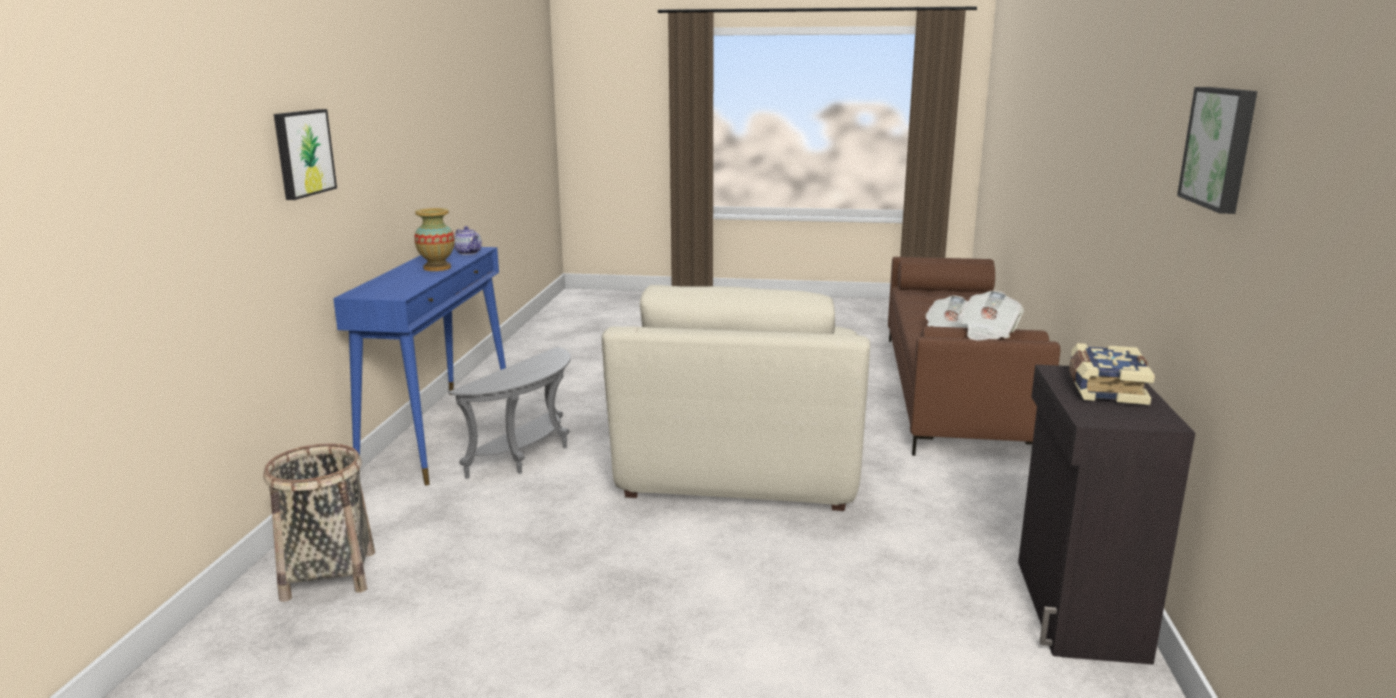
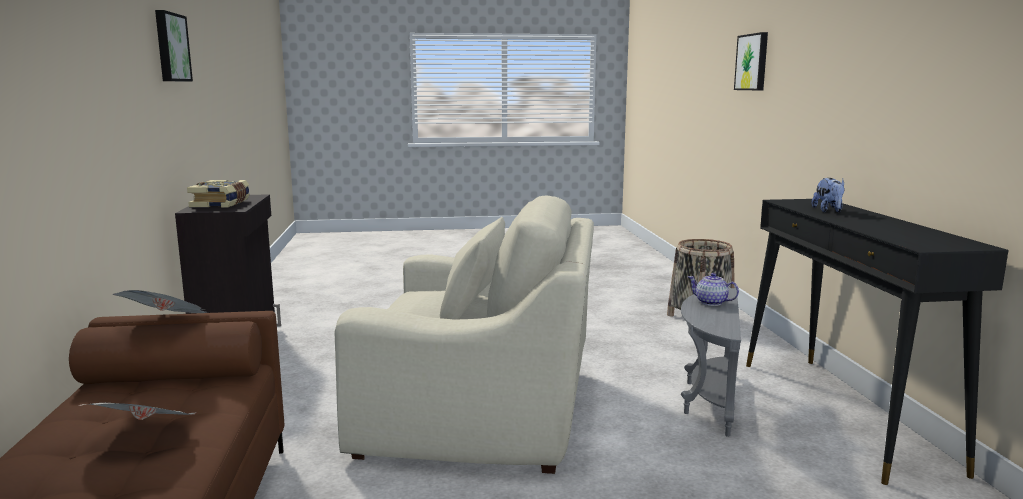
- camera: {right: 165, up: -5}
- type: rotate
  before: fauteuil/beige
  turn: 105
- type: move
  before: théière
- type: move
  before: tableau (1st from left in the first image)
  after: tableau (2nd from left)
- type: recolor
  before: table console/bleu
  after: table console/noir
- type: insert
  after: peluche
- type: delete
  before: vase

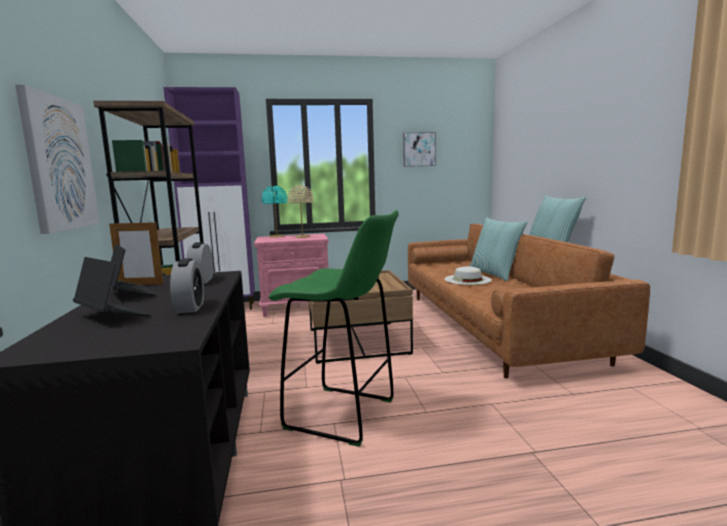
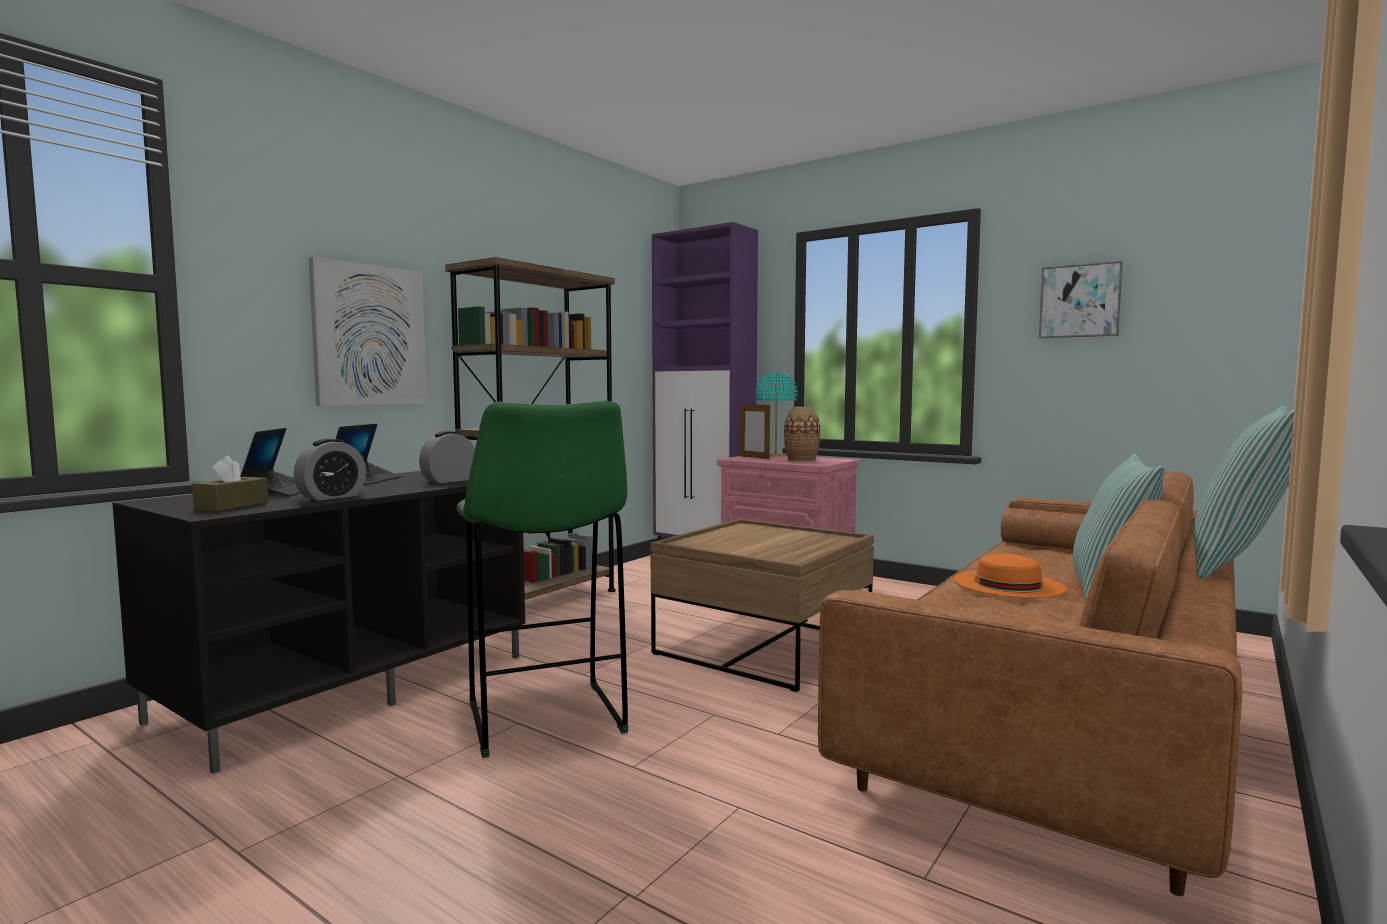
- camera: {right: 45, up: -5}
- type: insert
  after: boîte à mouchoirs/marron
- type: move
  before: cadre photo
- type: replace
  before: lampe de table/beige
  after: vase
- type: recolor
  before: chapeau/blanc
  after: chapeau/orange

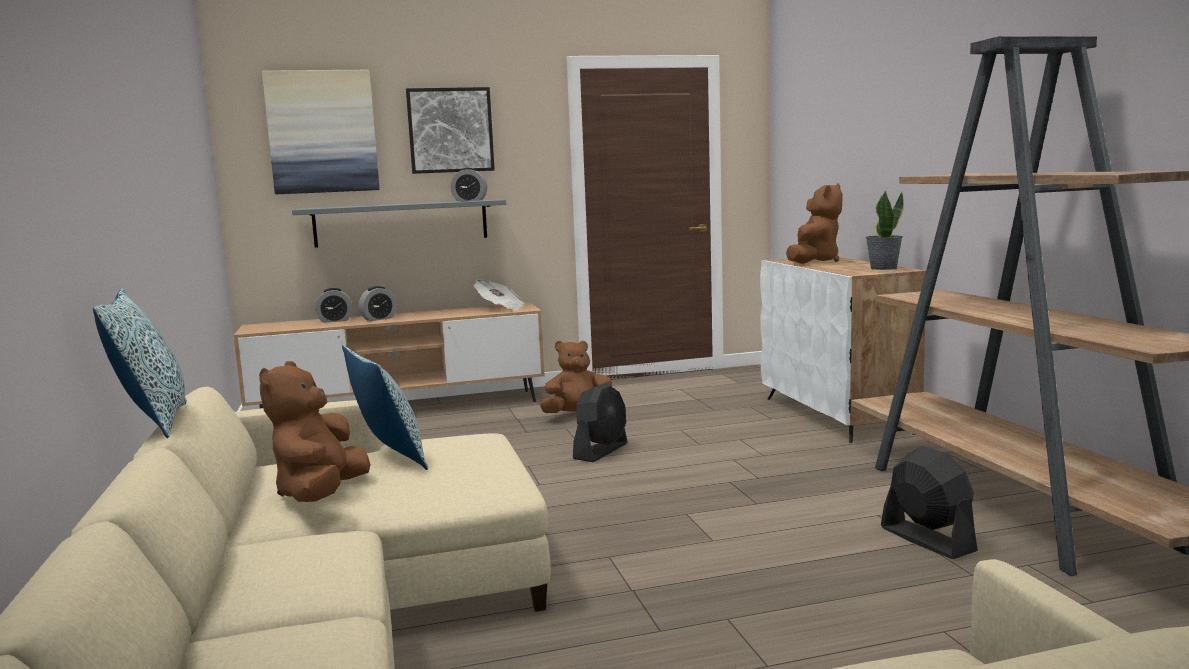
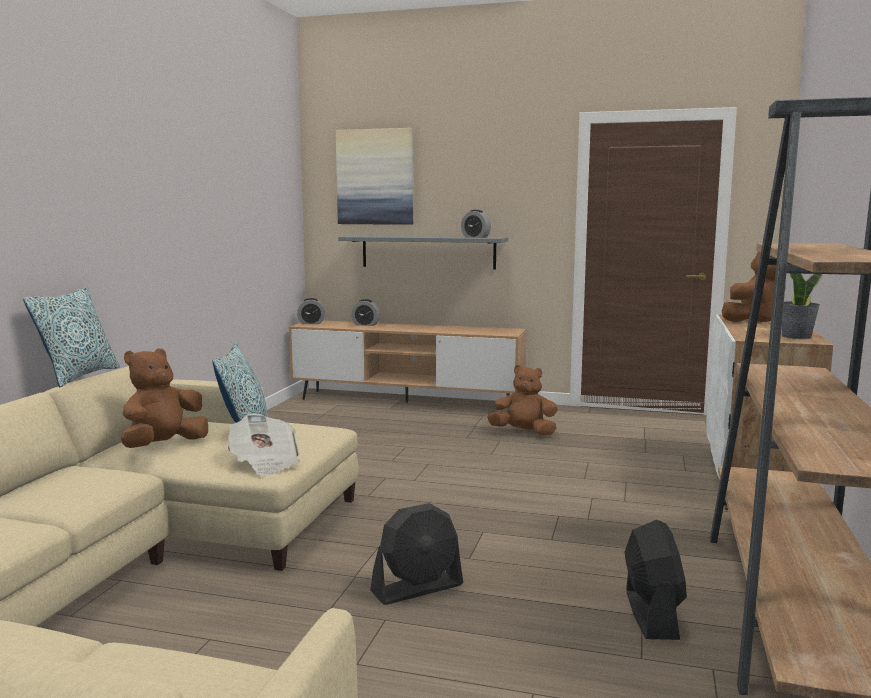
- camera: {right: 30, up: 0}
- type: move
  before: journal
- type: move
  before: réveil (2nd from left in the first image)
  after: réveil (1st from left)
- type: move
  before: ventilateur/noir (1st from left)
- type: delete
  before: tableau (2nd from left)

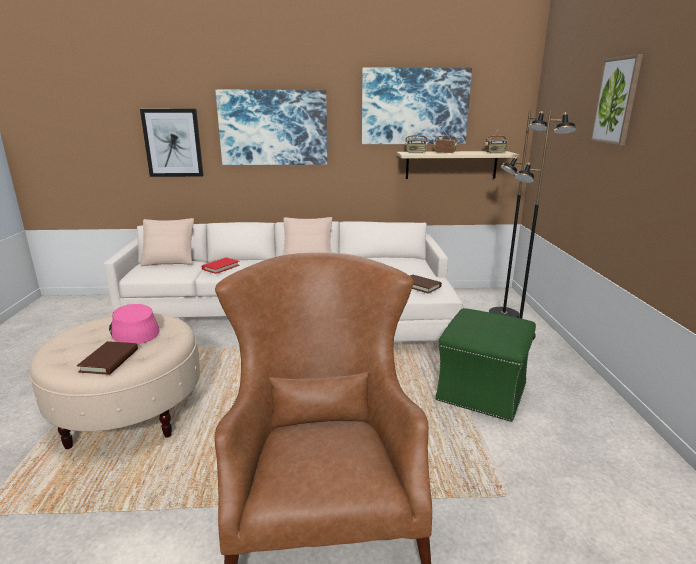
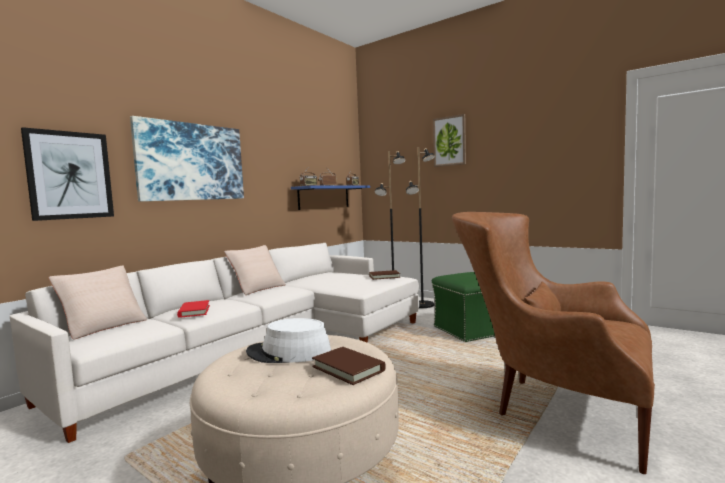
- camera: {right: -50, up: -15}
- type: recolor
  before: chapeau/rose
  after: chapeau/blanc
- type: recolor
  before: étagère/beige
  after: étagère/bleu
- type: delete
  before: tableau (3rd from left)

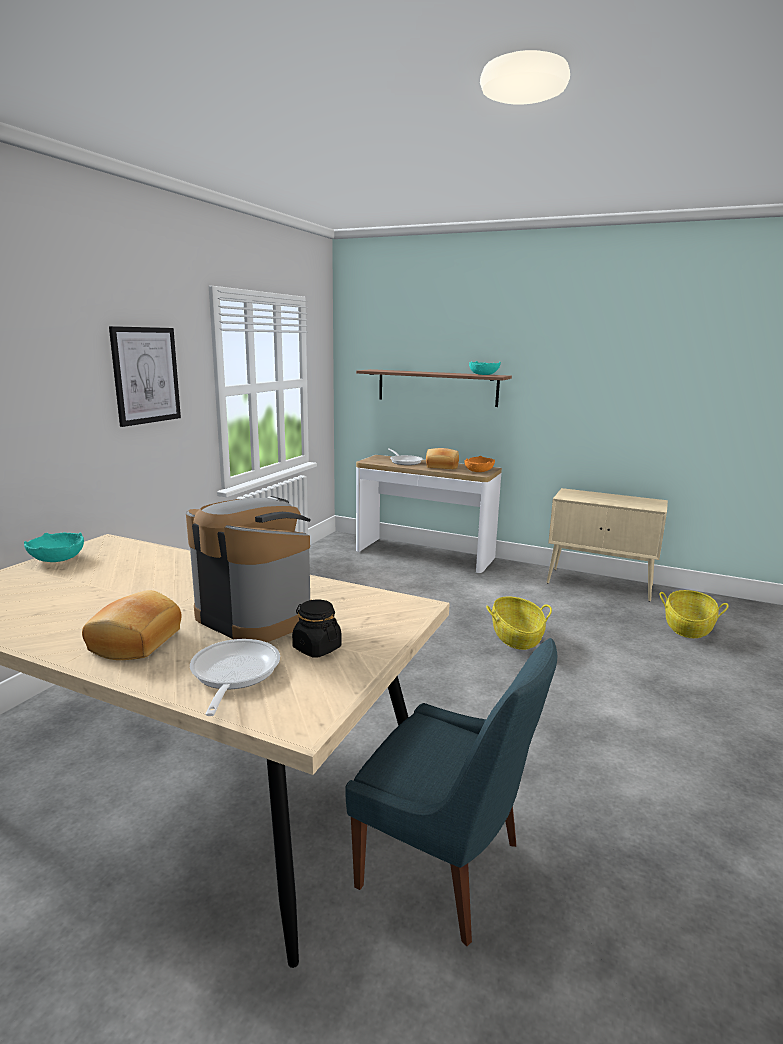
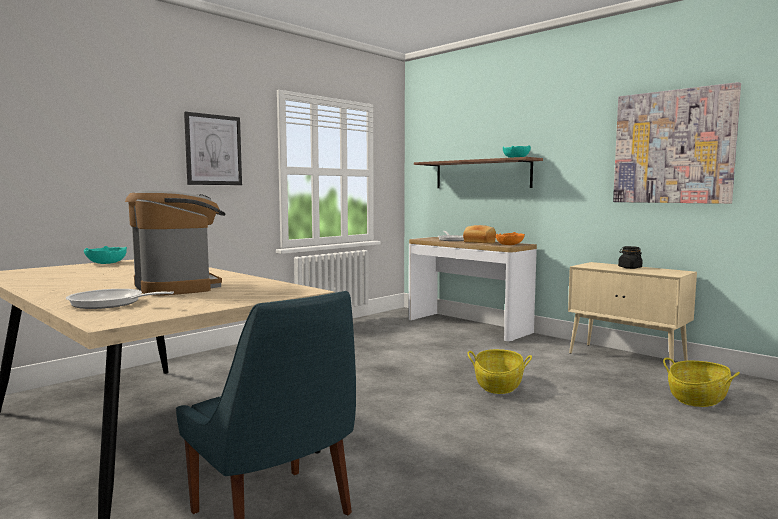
- camera: {right: 20, up: -10}
- type: rotate
  before: poêle (1st from left)
  turn: -90
- type: insert
  after: tableau (2nd from left)
- type: move
  before: bocal/noir
- type: delete
  before: pain (1st from left)

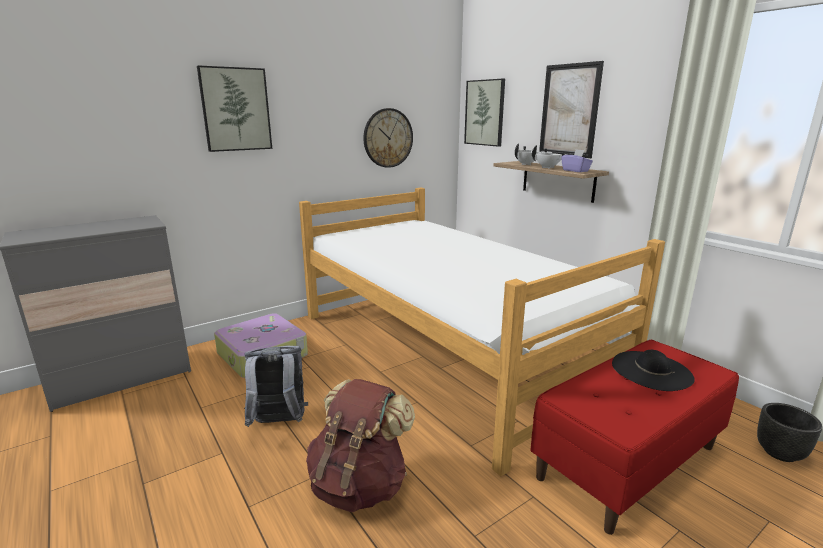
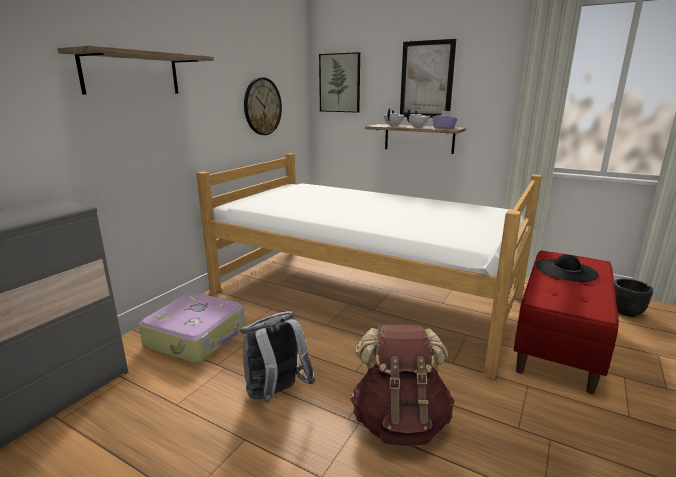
- camera: {right: -25, up: 0}
- type: replace
  before: tableau (1st from left)
  after: étagère (1st from left)

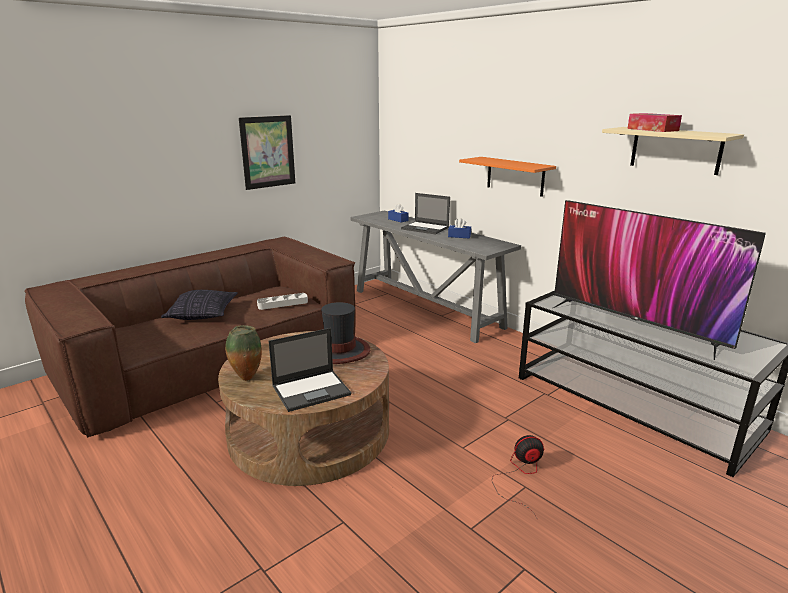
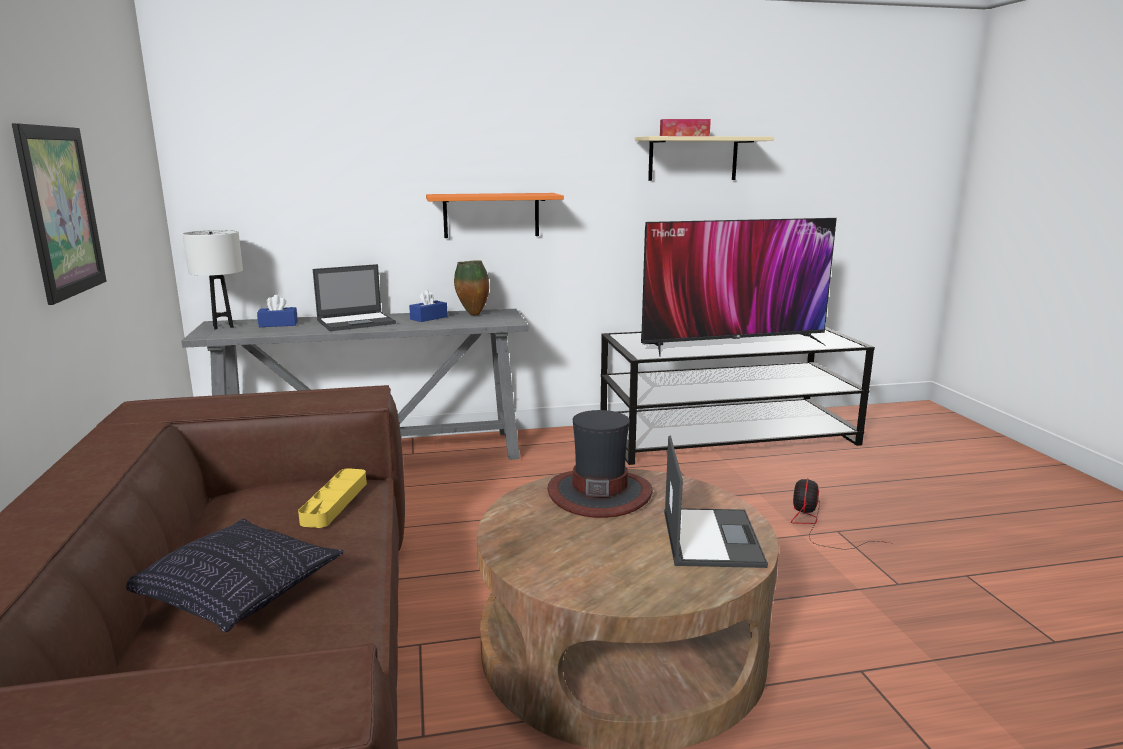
- camera: {right: -60, up: -5}
- type: insert
  after: lampe de table/blanc
- type: recolor
  before: plateau/gris
  after: plateau/jaune
- type: move
  before: vase

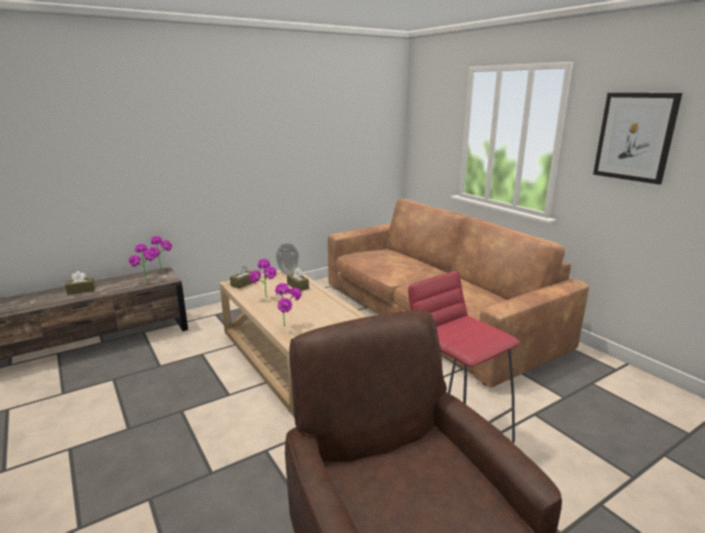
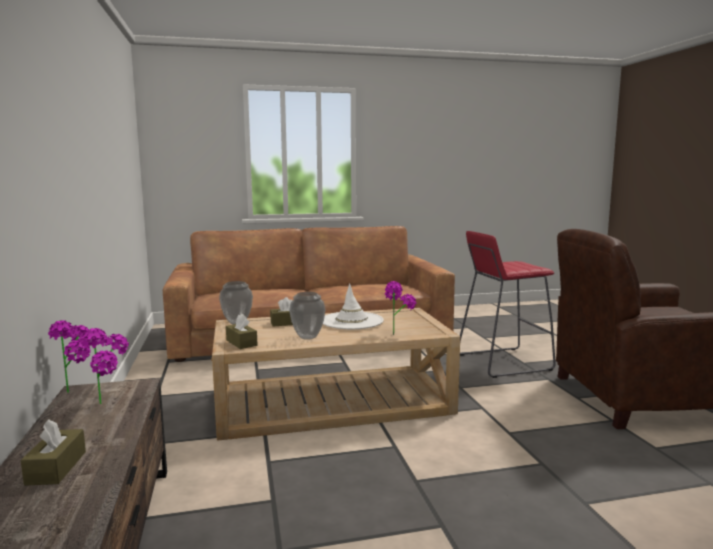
- camera: {right: -70, up: -10}
- type: replace
  before: plante en pot (3rd from left)
  after: vase (2nd from left)
- type: insert
  after: chapeau/blanc
- type: delete
  before: tableau

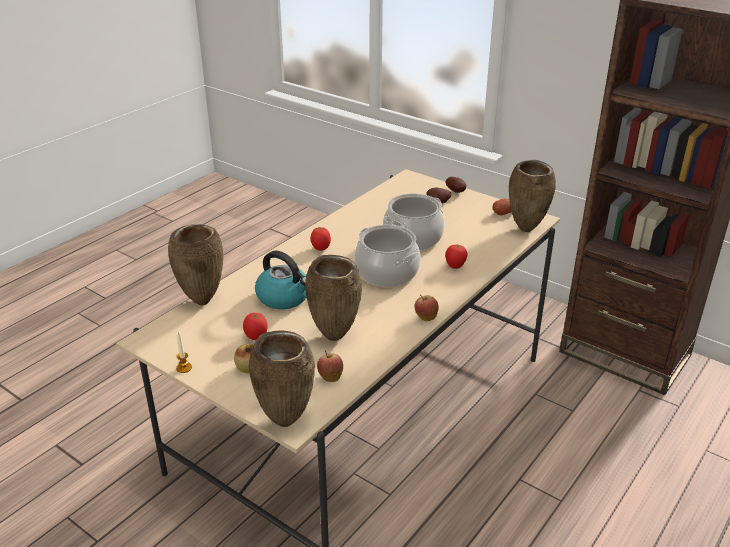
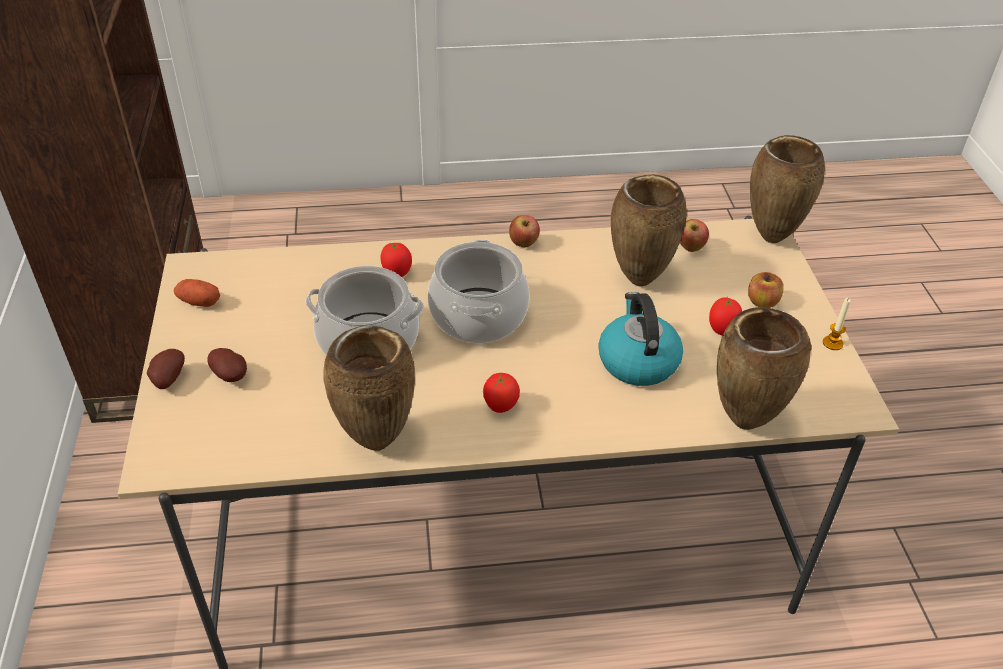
- camera: {right: -135, up: 10}
- type: move
  before: vase/marron (4th from left in the first image)
  after: vase/marron (1st from left)

